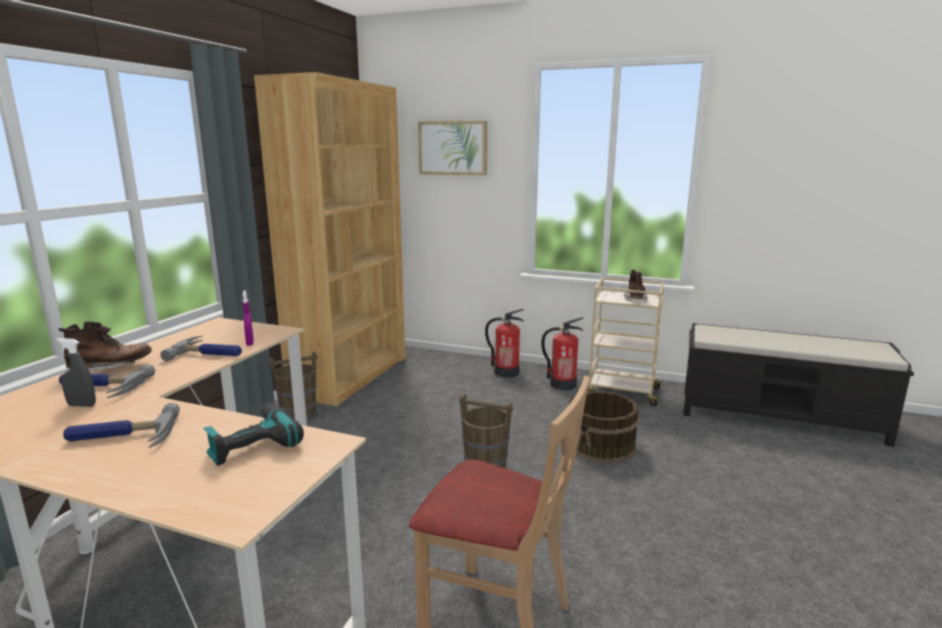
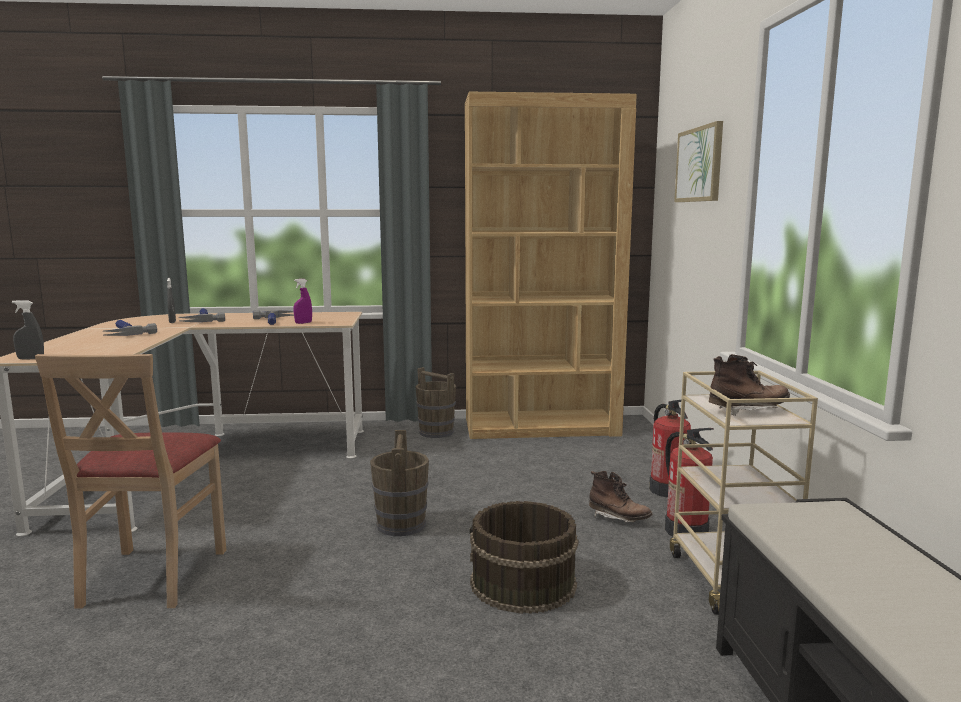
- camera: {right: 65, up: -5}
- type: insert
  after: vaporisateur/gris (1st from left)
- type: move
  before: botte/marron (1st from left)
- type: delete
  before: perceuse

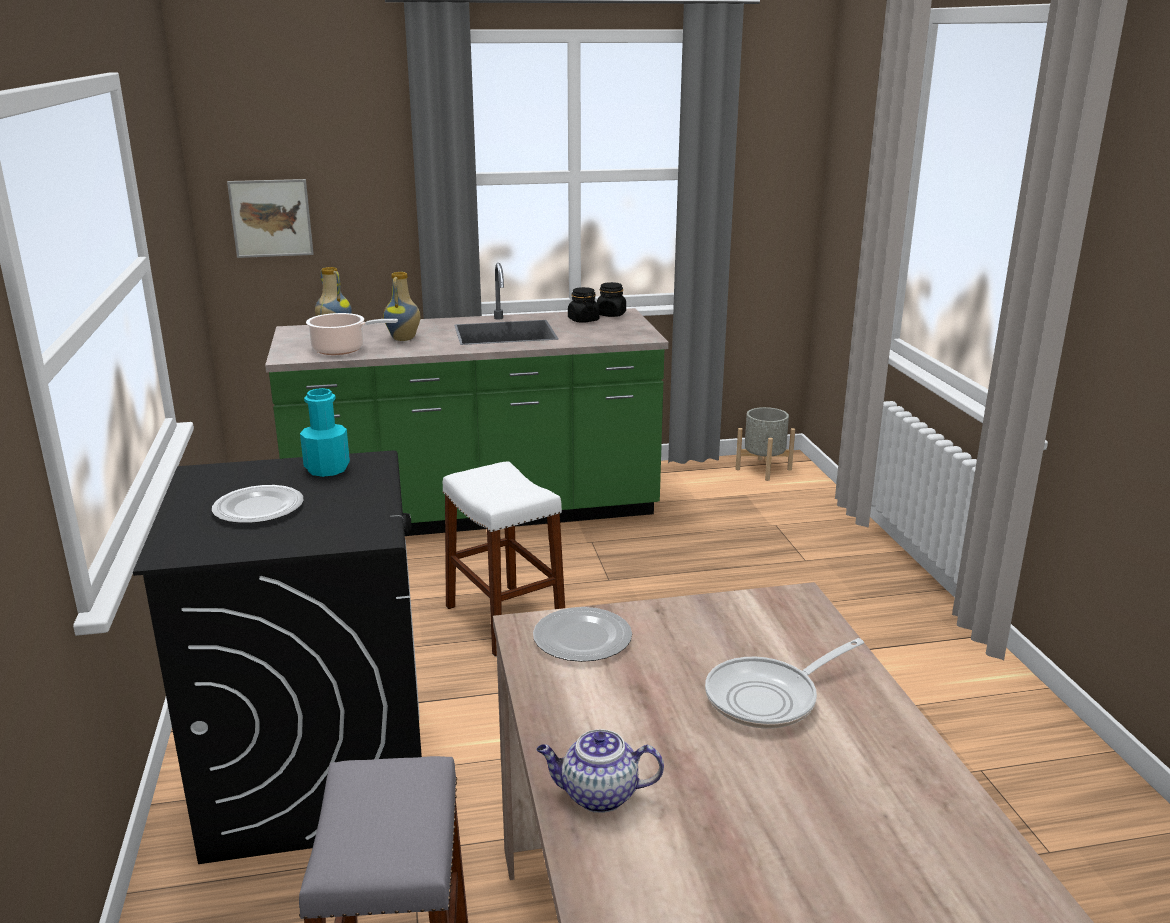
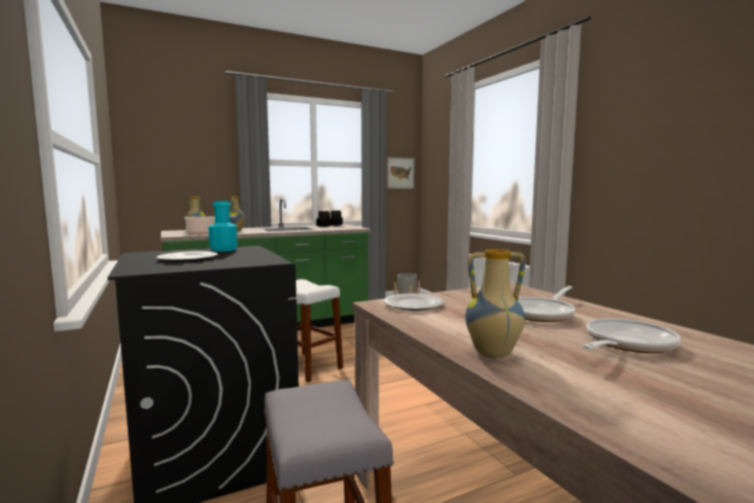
- camera: {right: -15, up: -15}
- type: move
  before: tableau
- type: replace
  before: théière
  after: vase (3rd from left)
- type: insert
  after: poêle (2nd from left)

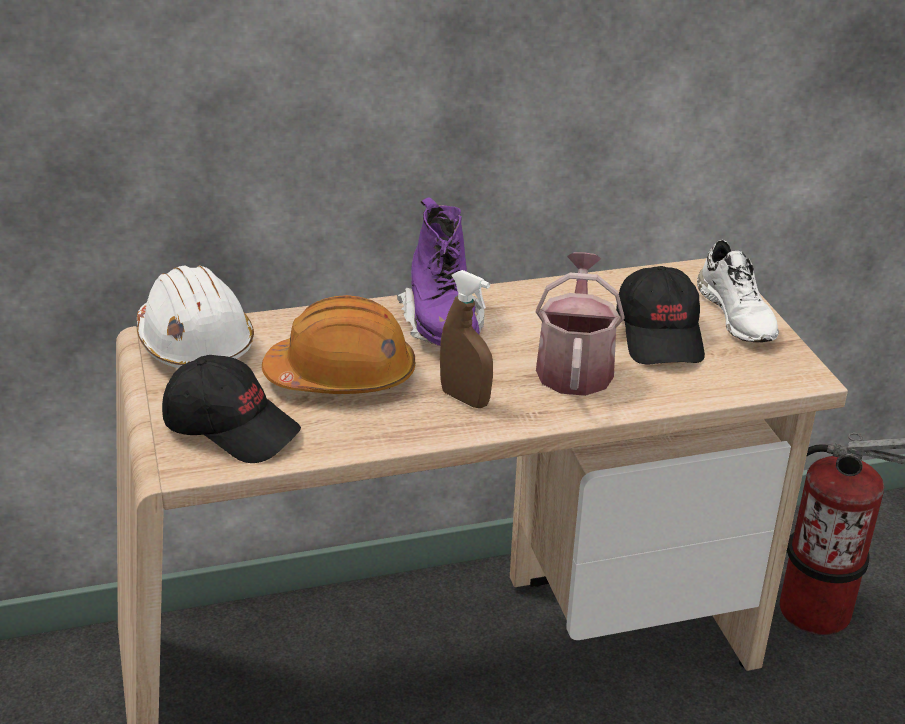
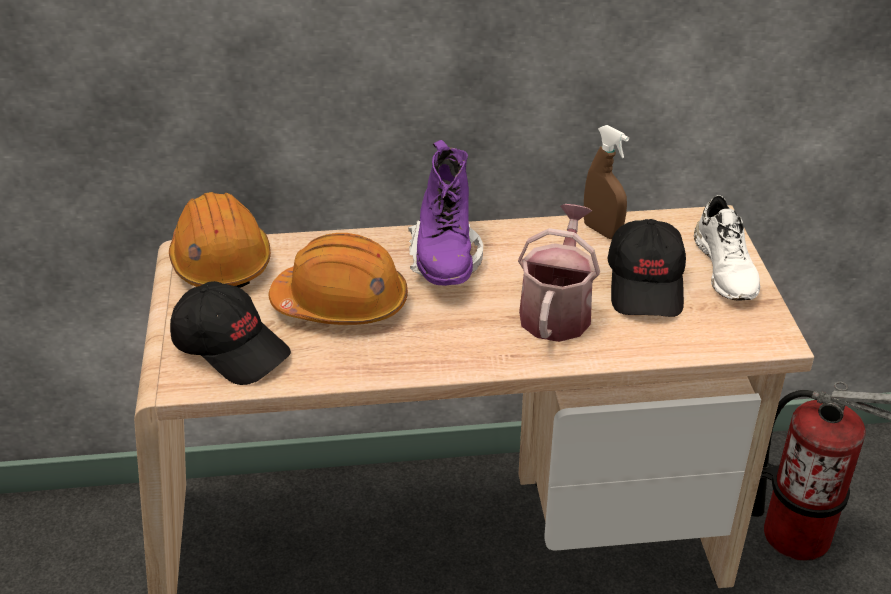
- camera: {right: 10, up: 5}
- type: recolor
  before: casque de chantier/blanc
  after: casque de chantier/orange (1st from left)
- type: move
  before: vaporisateur/marron

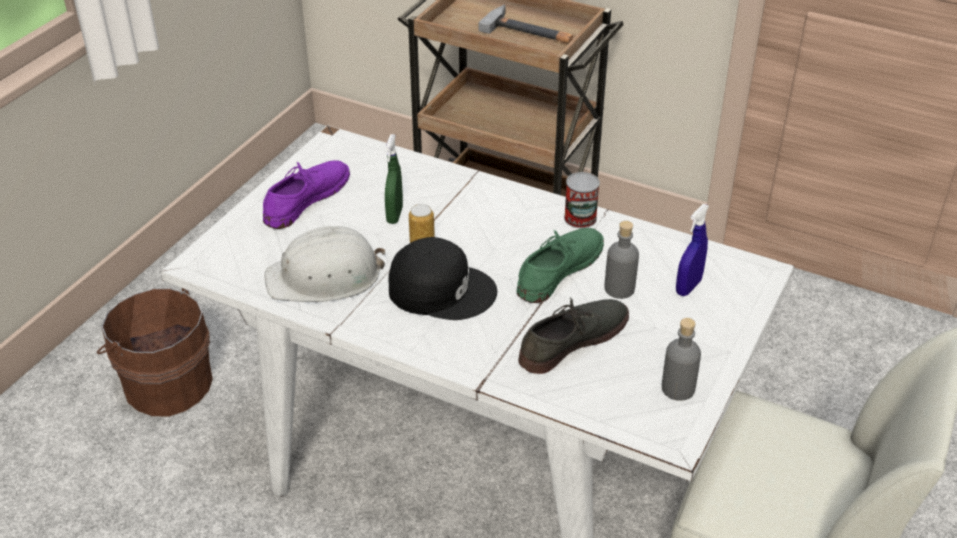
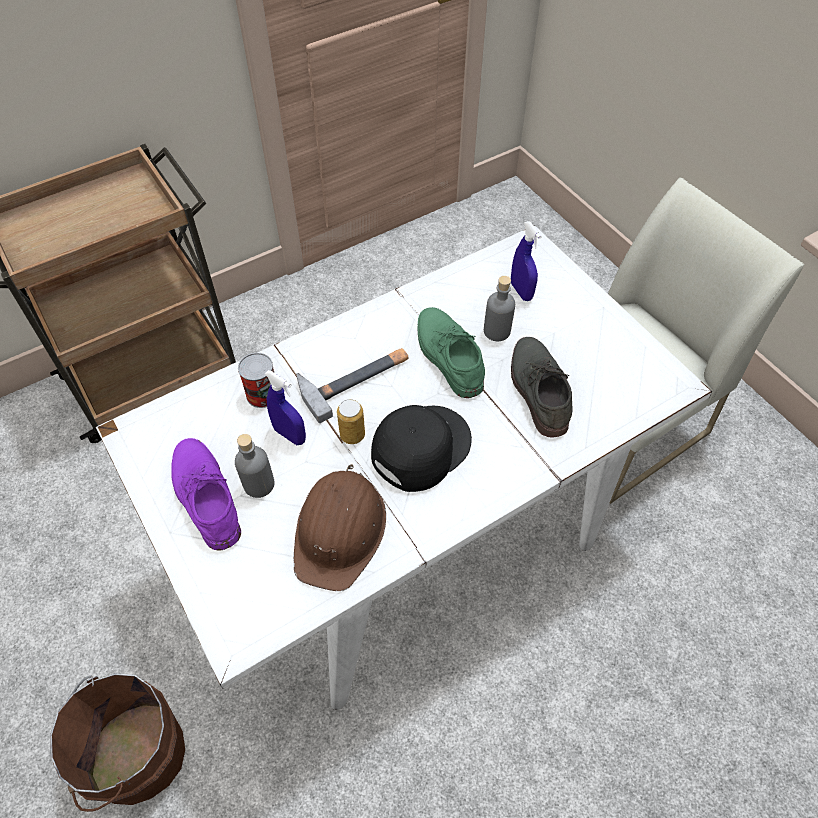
- camera: {right: -60, up: 15}
- type: move
  before: bouteille/gris (2nd from left in the first image)
  after: bouteille/gris (1st from left)
- type: move
  before: boîte métallique (2nd from left in the first image)
  after: boîte métallique (1st from left)
- type: recolor
  before: vaporisateur/vert
  after: vaporisateur/bleu (1st from left)
- type: recolor
  before: casque de chantier/blanc
  after: casque de chantier/marron
- type: move
  before: marteau

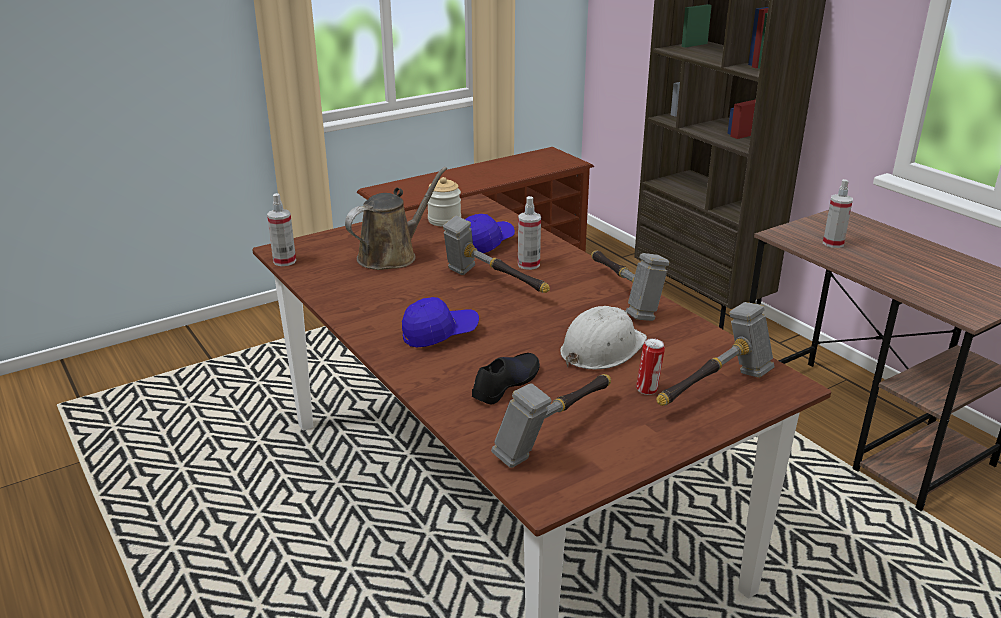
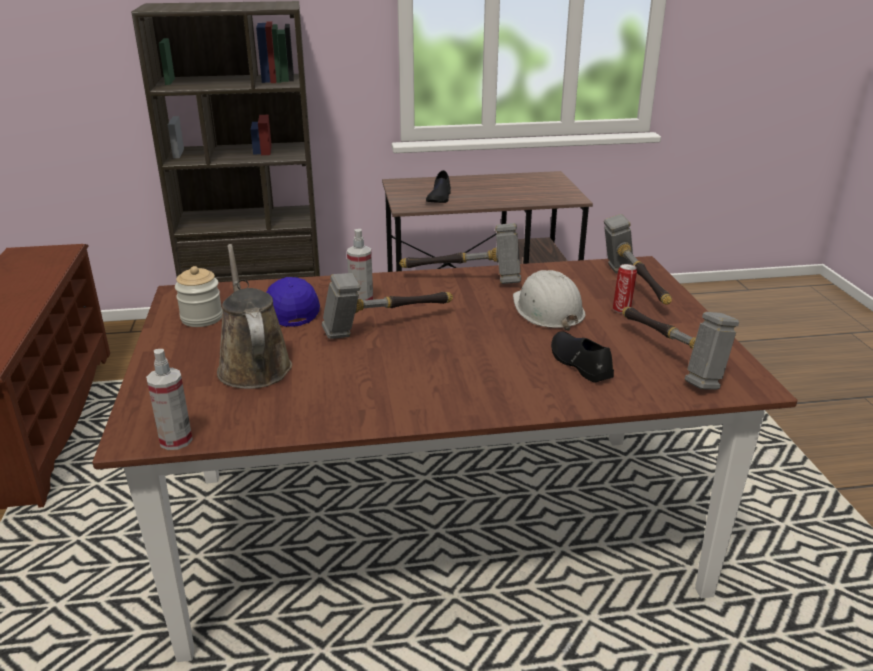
- camera: {right: -65, up: 0}
- type: replace
  before: vaporisateur (3rd from left)
  after: chaussure/noir (1st from left)
- type: delete
  before: casquette/bleu (1st from left)

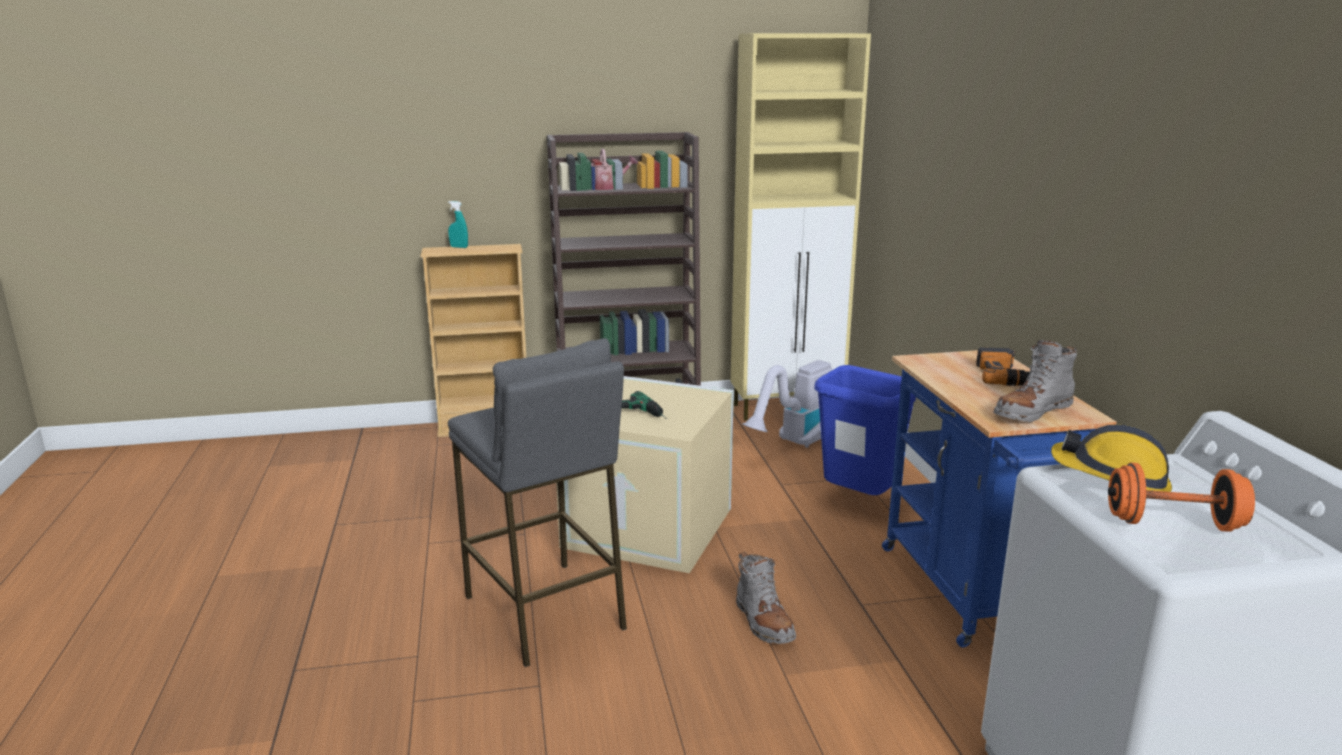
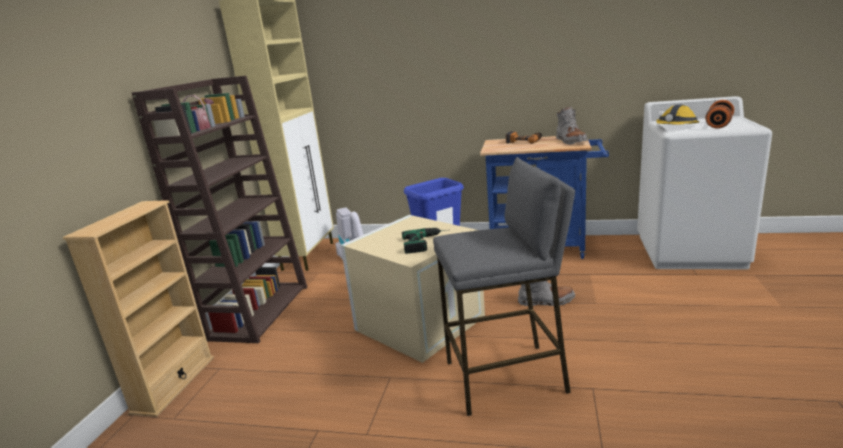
- camera: {right: -65, up: 0}
- type: delete
  before: vaporisateur/turquoise

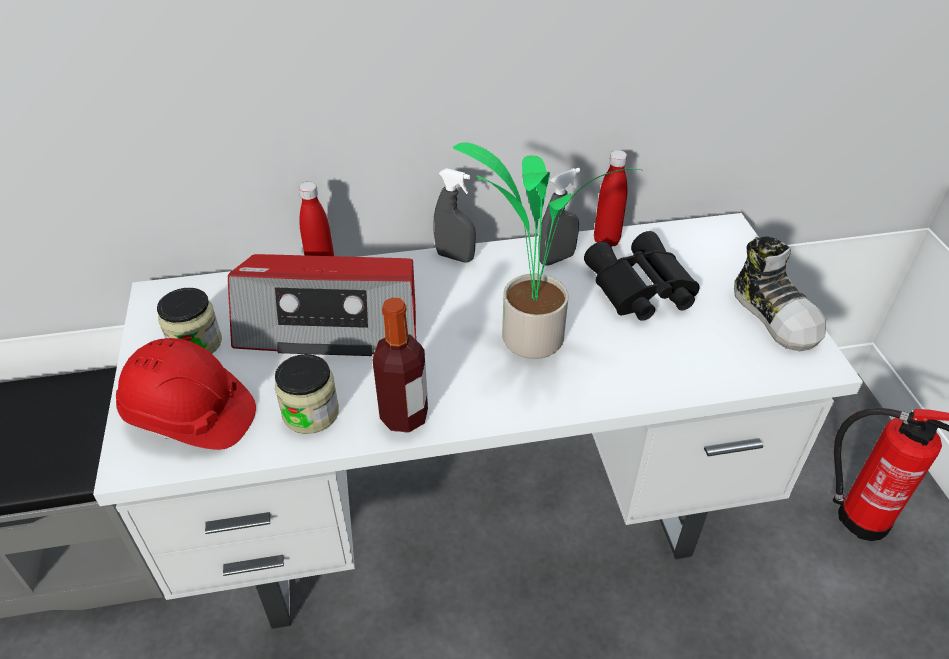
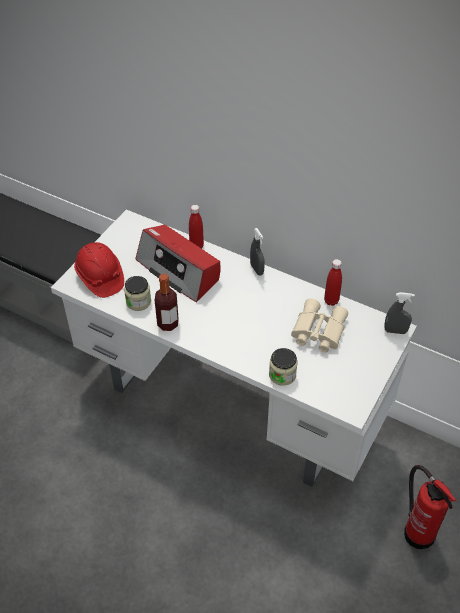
- camera: {right: 40, up: 5}
- type: move
  before: bocal (1st from left in the first image)
  after: bocal (2nd from left)
- type: recolor
  before: jumelles/noir
  after: jumelles/beige
- type: move
  before: vaporisateur/gris (2nd from left)
- type: delete
  before: plante en pot
- type: delete
  before: chaussure

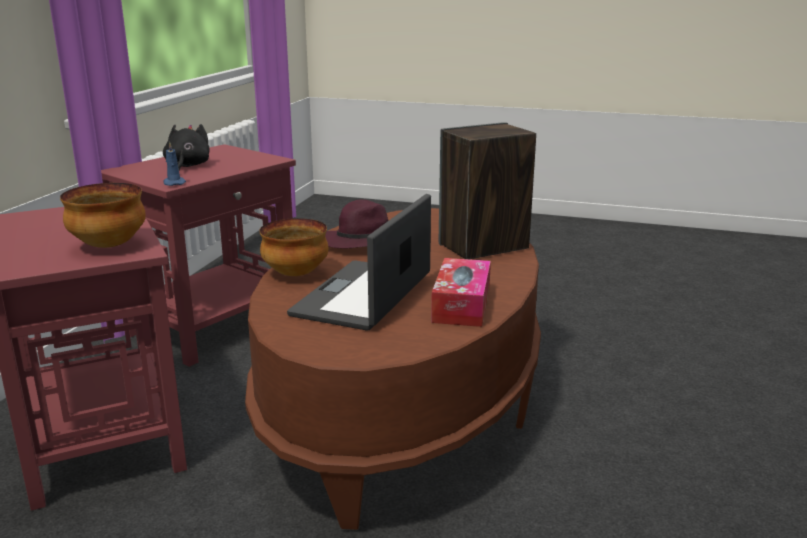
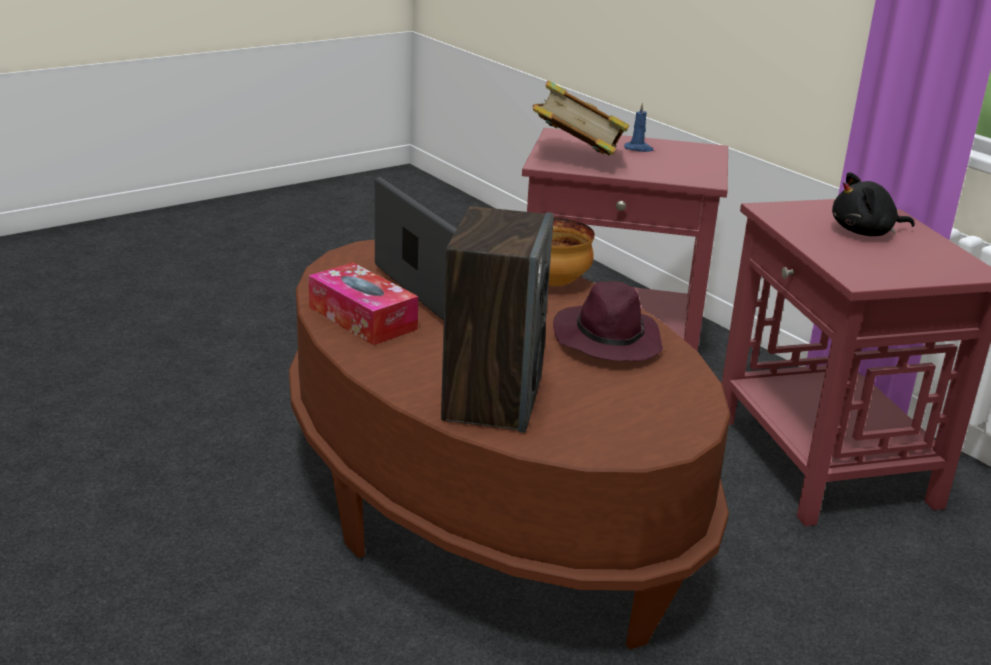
- camera: {right: 125, up: 5}
- type: replace
  before: bol (1st from left)
  after: livre
- type: move
  before: bougie/bleu
- type: rotate
  before: peluche/noir
  turn: 135

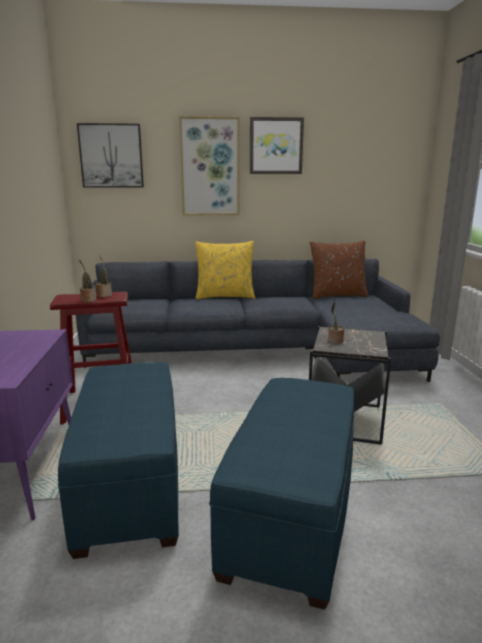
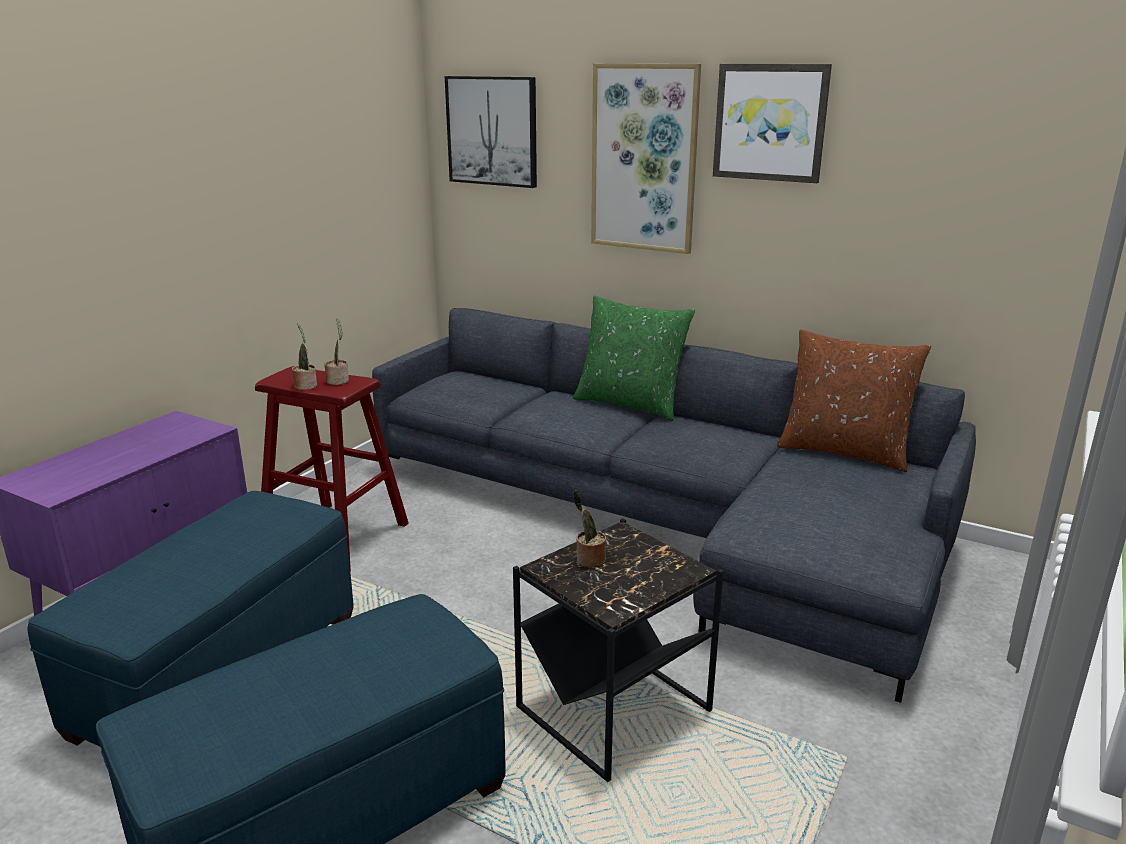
- camera: {right: 35, up: 5}
- type: recolor
  before: coussin/jaune
  after: coussin/vert

